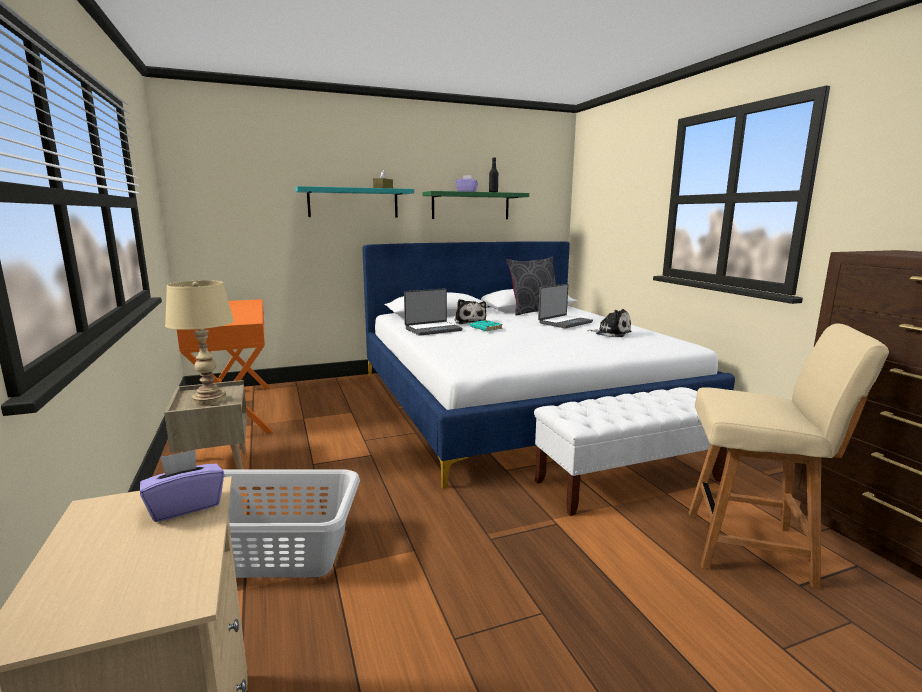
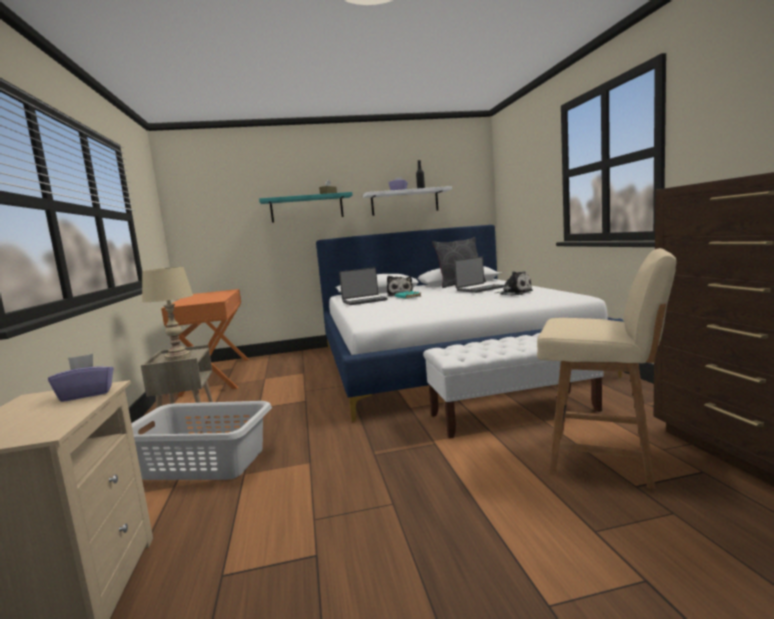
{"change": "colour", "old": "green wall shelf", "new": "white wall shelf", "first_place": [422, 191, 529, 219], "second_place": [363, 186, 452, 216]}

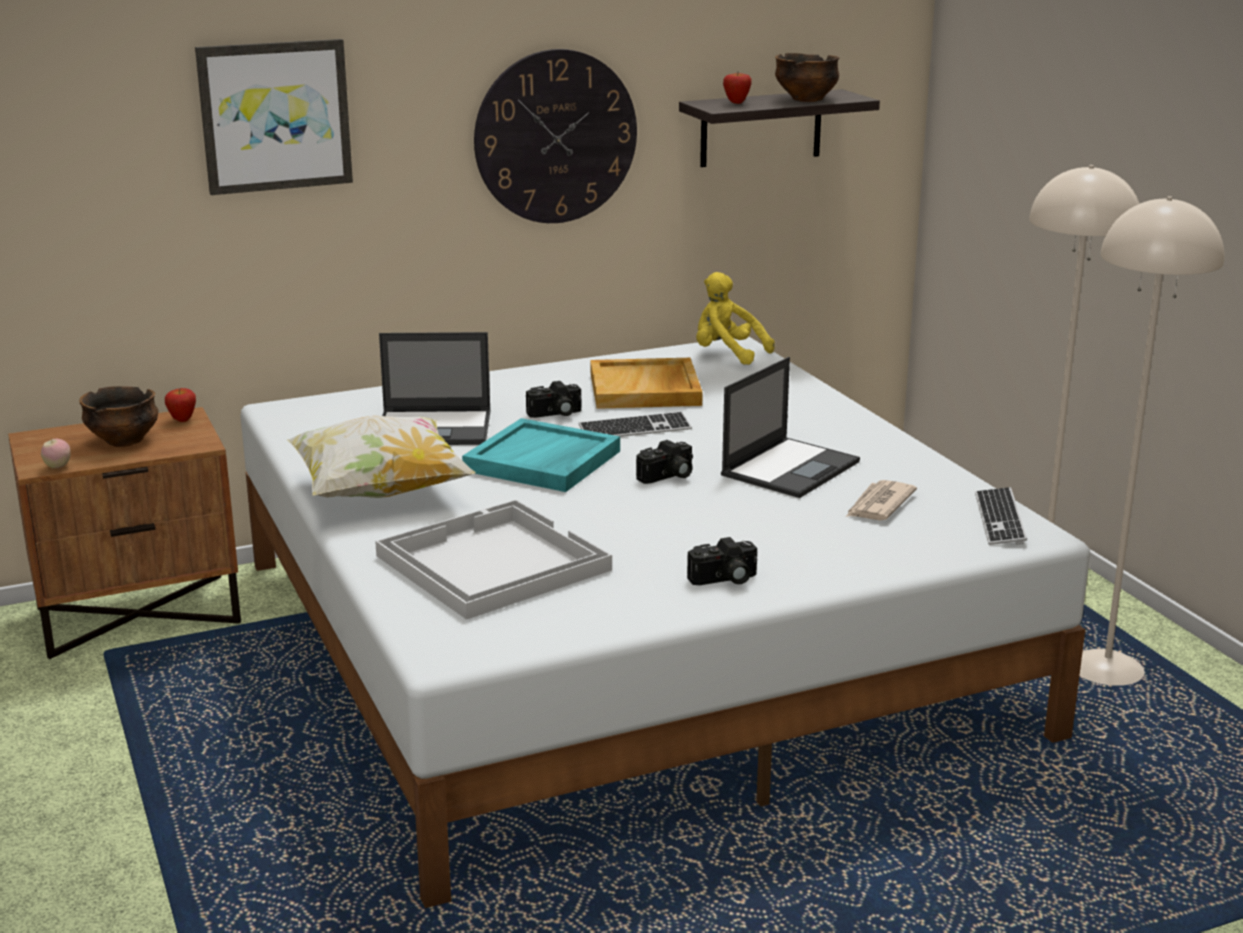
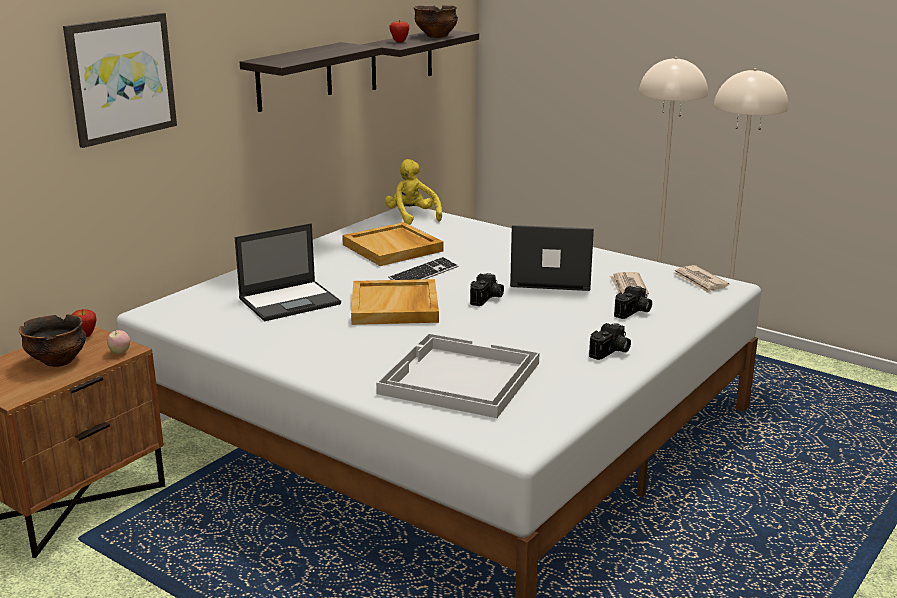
{"change": "missing", "old": "throw pillow", "first_place": [287, 416, 476, 498]}
{"change": "relocated", "old": "apple fruit", "first_place": [41, 438, 71, 469], "second_place": [107, 330, 130, 354]}
{"change": "relocated", "old": "still camera", "first_place": [526, 381, 582, 418], "second_place": [614, 286, 652, 319]}
{"change": "exchanged", "old": "hanging clock", "new": "wall shelf", "first_place": [474, 49, 637, 223], "second_place": [240, 42, 382, 112]}
{"change": "exchanged", "old": "PC keyboard", "new": "printed paper", "first_place": [975, 487, 1027, 545], "second_place": [673, 265, 729, 293]}
{"change": "colour", "old": "turquoise carrying tray", "new": "sand-coloured carrying tray", "first_place": [462, 418, 620, 492], "second_place": [351, 279, 439, 325]}
{"change": "spun", "old": "yellow-coloured soft toy", "first_place": [696, 272, 775, 365], "second_place": [385, 159, 442, 225], "degrees": 60}
{"change": "spun", "old": "portable computer", "first_place": [721, 357, 860, 498], "second_place": [510, 225, 594, 291], "degrees": -90}

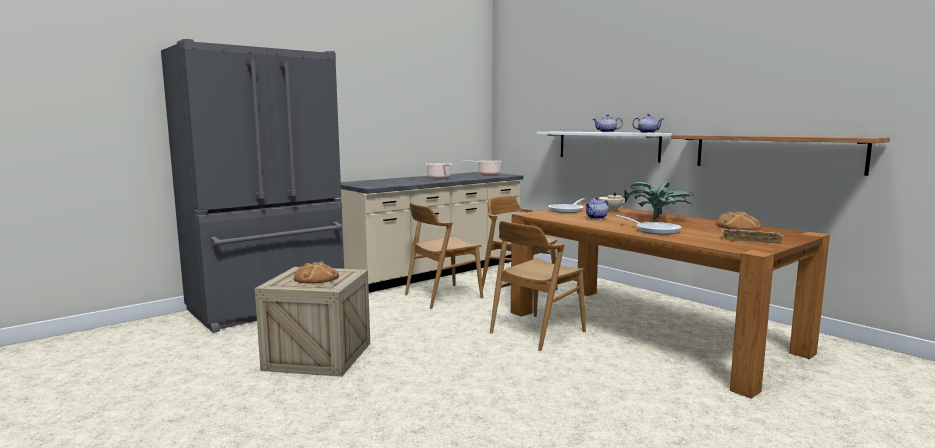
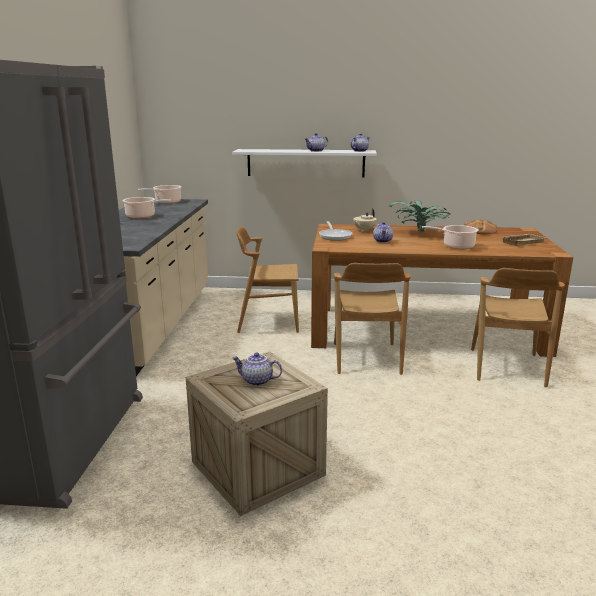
{"change": "missing", "old": "wall shelf", "first_place": [671, 134, 890, 176]}
{"change": "relocated", "old": "brownish chair", "first_place": [405, 203, 483, 309], "second_place": [471, 268, 565, 387]}
{"change": "exchanged", "old": "bread", "new": "teapot", "first_place": [294, 261, 339, 283], "second_place": [232, 353, 282, 386]}
{"change": "exchanged", "old": "pan", "new": "cooking pot", "first_place": [616, 215, 681, 235], "second_place": [422, 225, 478, 249]}

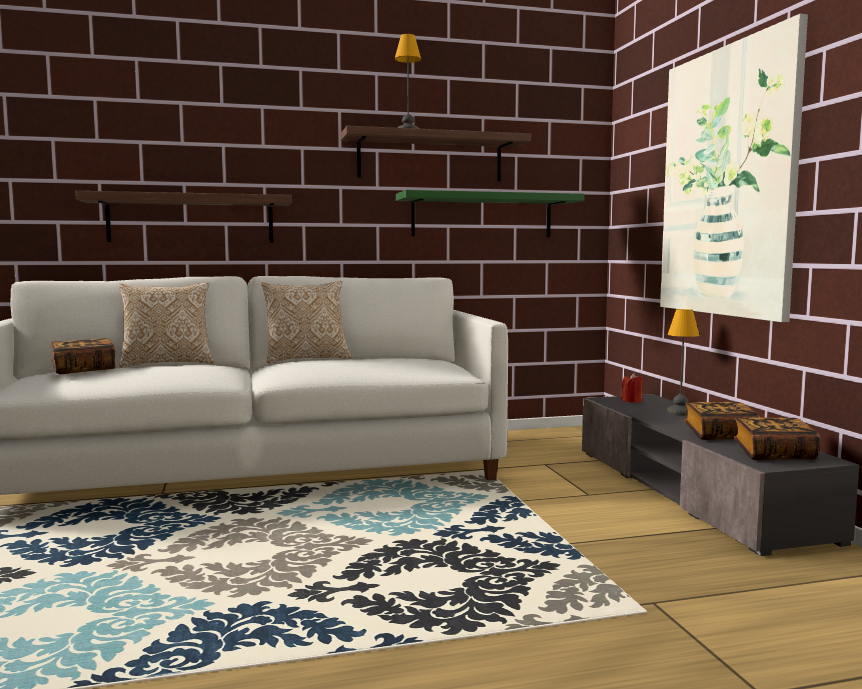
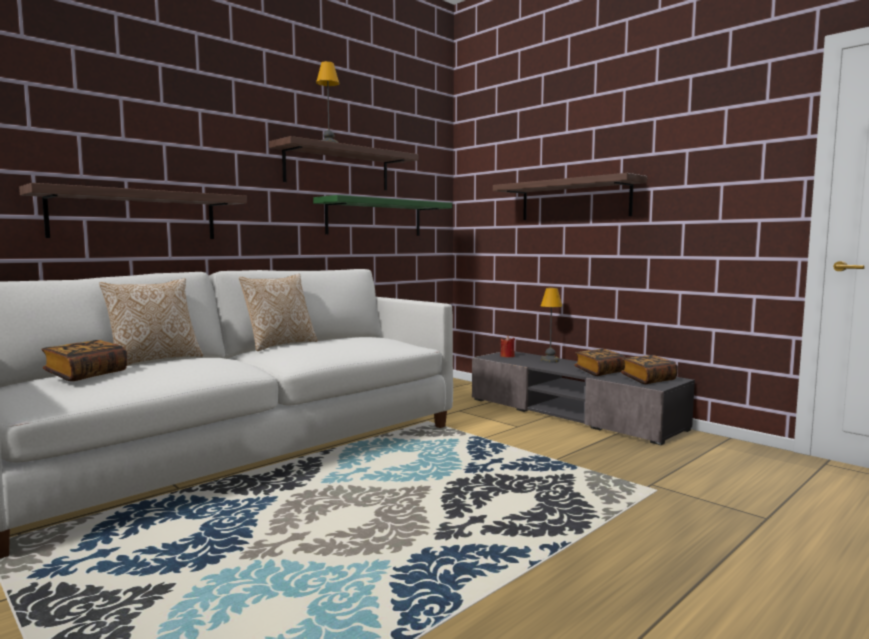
{"change": "exchanged", "old": "wall picture", "new": "wall shelf", "first_place": [660, 14, 808, 322], "second_place": [493, 173, 647, 220]}

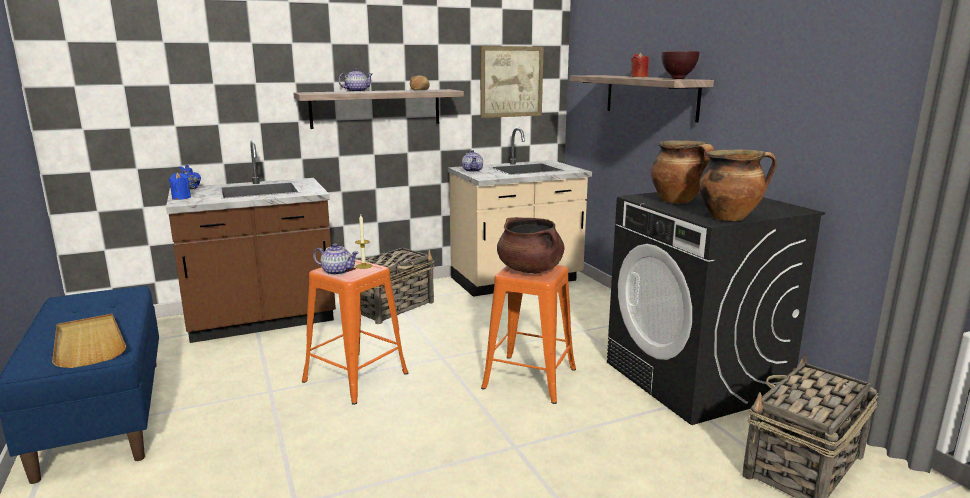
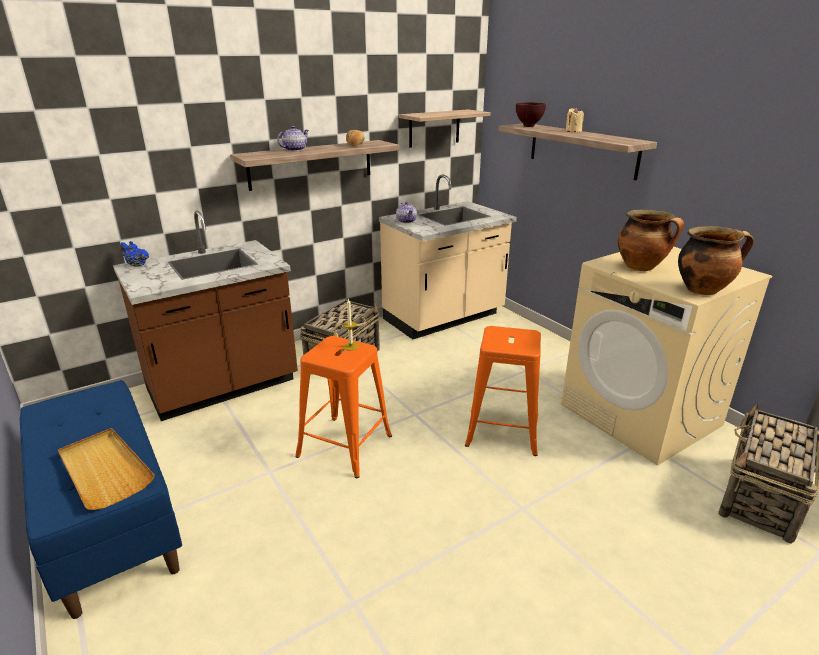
{"change": "missing", "old": "blue-coloured wax candle", "first_place": [168, 173, 191, 200]}
{"change": "missing", "old": "teapot", "first_place": [313, 243, 359, 275]}
{"change": "missing", "old": "brownish cooking pot", "first_place": [497, 217, 564, 274]}
{"change": "relocated", "old": "brownish bowl", "first_place": [662, 51, 699, 79], "second_place": [516, 102, 546, 127]}
{"change": "exchanged", "old": "wall picture", "new": "wall shelf", "first_place": [480, 46, 544, 118], "second_place": [399, 109, 491, 148]}
{"change": "colour", "old": "black washing machine", "new": "sand-coloured washing machine", "first_place": [607, 191, 825, 425], "second_place": [561, 247, 772, 466]}
{"change": "colour", "old": "reddish wax candle", "new": "sand-coloured wax candle", "first_place": [631, 52, 649, 77], "second_place": [566, 107, 584, 132]}

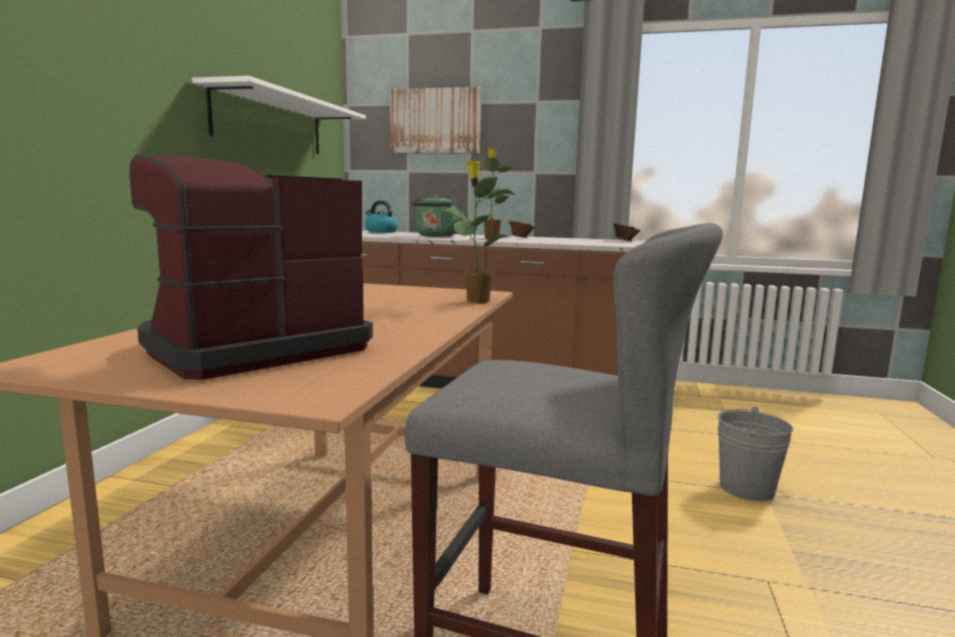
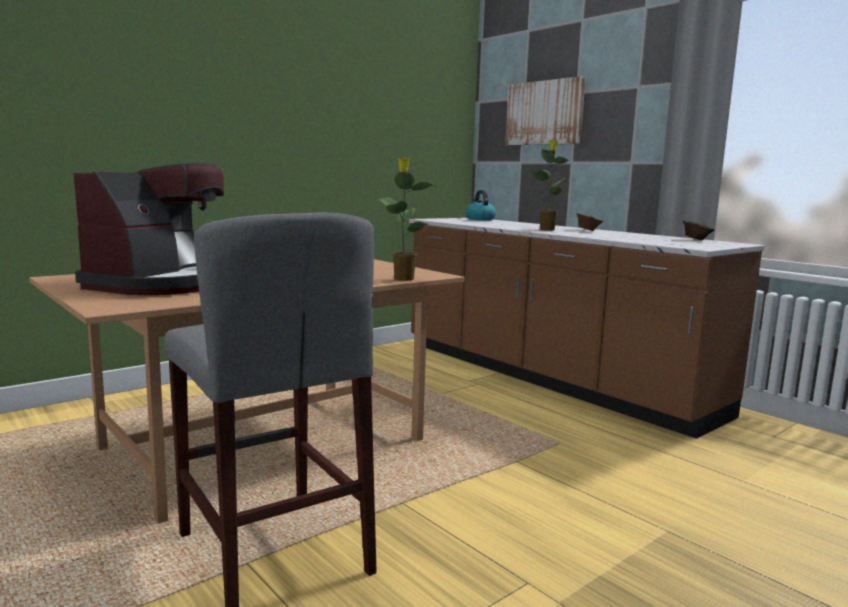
{"change": "missing", "old": "white wall shelf", "first_place": [192, 76, 366, 154]}
{"change": "missing", "old": "green water kettle", "first_place": [411, 195, 466, 237]}
{"change": "missing", "old": "greyish water bucket", "first_place": [717, 406, 793, 501]}
{"change": "spun", "old": "coffee brewer", "first_place": [129, 154, 373, 380], "second_place": [73, 163, 224, 295], "degrees": 120}

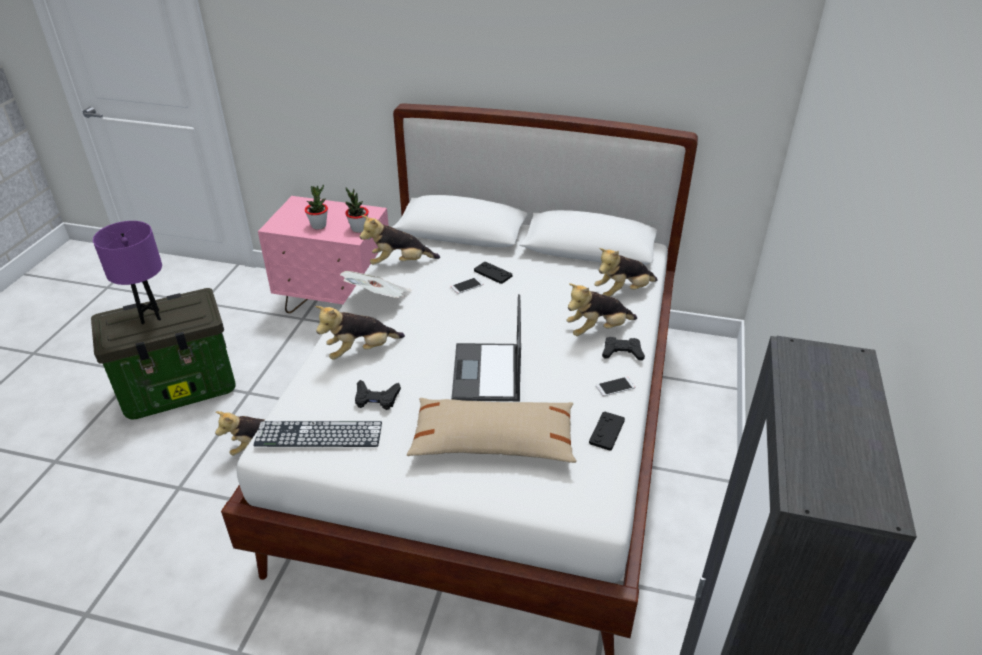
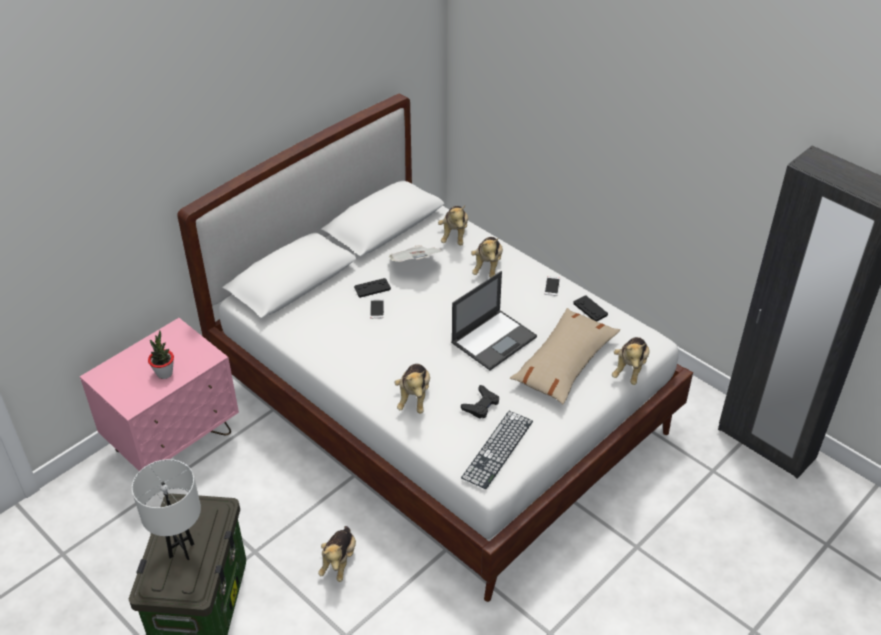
{"change": "missing", "old": "potted plant", "first_place": [345, 188, 369, 233]}
{"change": "missing", "old": "black joypad", "first_place": [602, 337, 645, 361]}
{"change": "relocated", "old": "printed paper", "first_place": [340, 271, 412, 298], "second_place": [389, 245, 442, 262]}
{"change": "relocated", "old": "soft toy", "first_place": [360, 215, 440, 265], "second_place": [612, 337, 649, 385]}
{"change": "colour", "old": "purple table lamp", "new": "white table lamp", "first_place": [93, 221, 162, 324], "second_place": [132, 459, 201, 560]}
{"change": "spun", "old": "portable computer", "first_place": [452, 294, 521, 401], "second_place": [451, 271, 537, 370], "degrees": -75}

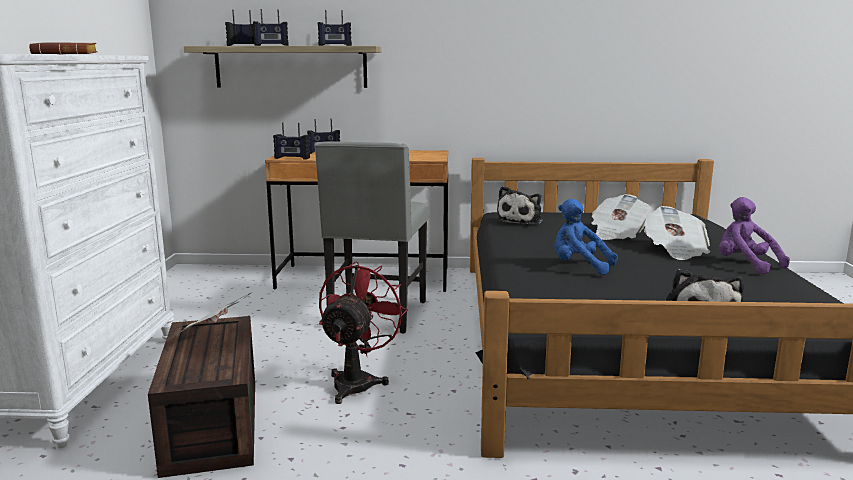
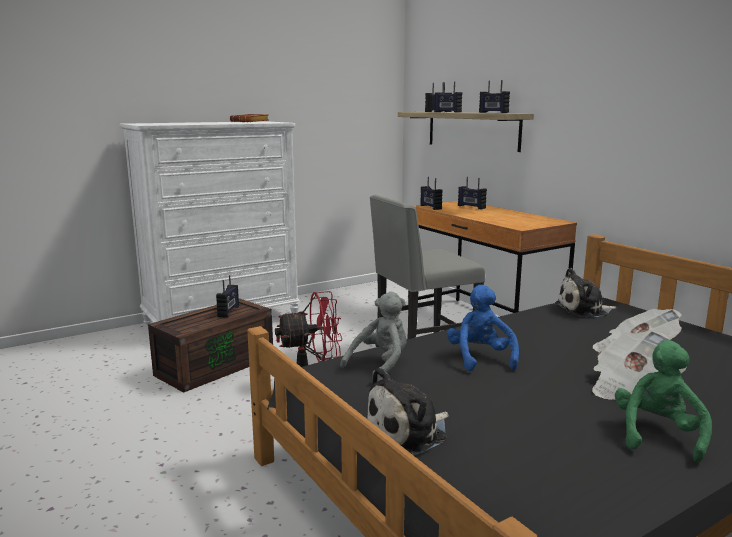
{"change": "appeared", "new": "greyish soft toy", "second_place": [340, 292, 407, 376]}
{"change": "exchanged", "old": "printed paper", "new": "radio set", "first_place": [167, 293, 251, 340], "second_place": [216, 275, 239, 318]}
{"change": "colour", "old": "purple soft toy", "new": "green soft toy", "first_place": [719, 197, 790, 274], "second_place": [615, 340, 712, 463]}

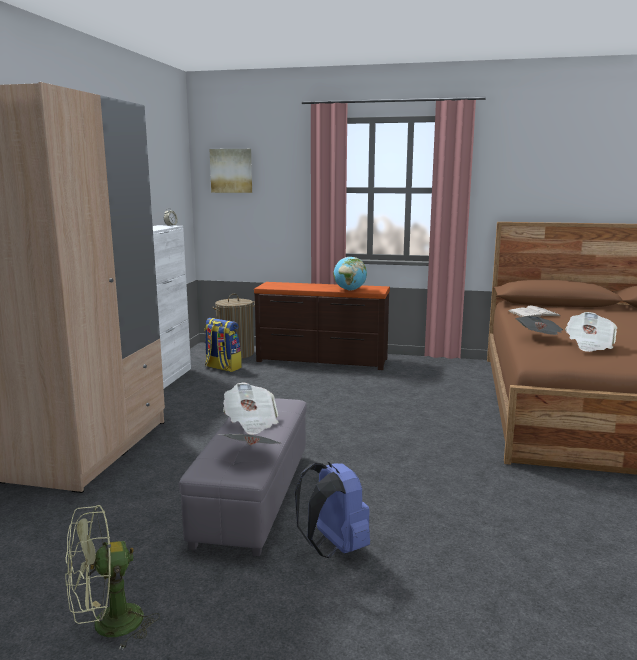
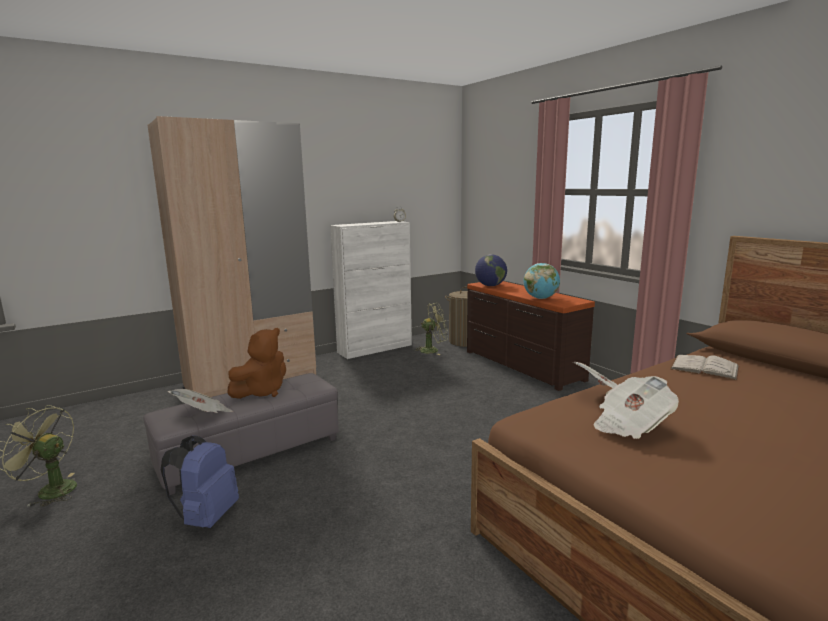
{"change": "missing", "old": "wall picture", "first_place": [210, 149, 252, 193]}
{"change": "appeared", "new": "desk globe", "second_place": [475, 254, 507, 286]}
{"change": "exchanged", "old": "rucksack", "new": "green fan", "first_place": [204, 318, 242, 372], "second_place": [414, 303, 448, 355]}
{"change": "exchanged", "old": "printed paper", "new": "brownish soft toy", "first_place": [223, 383, 279, 435], "second_place": [227, 328, 286, 399]}

